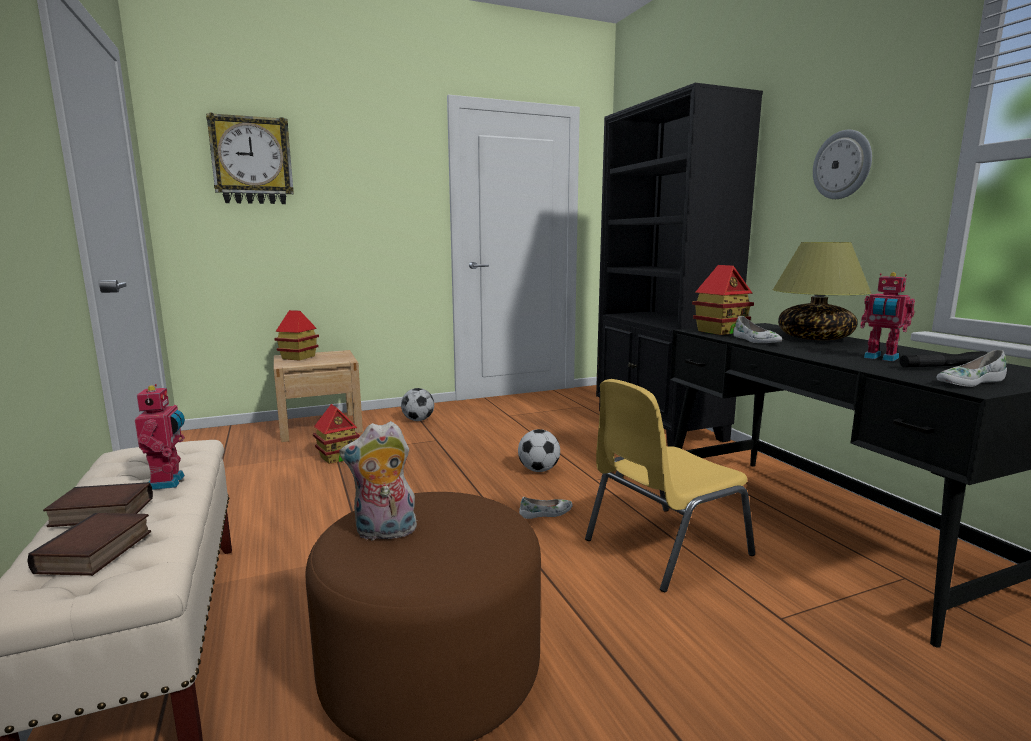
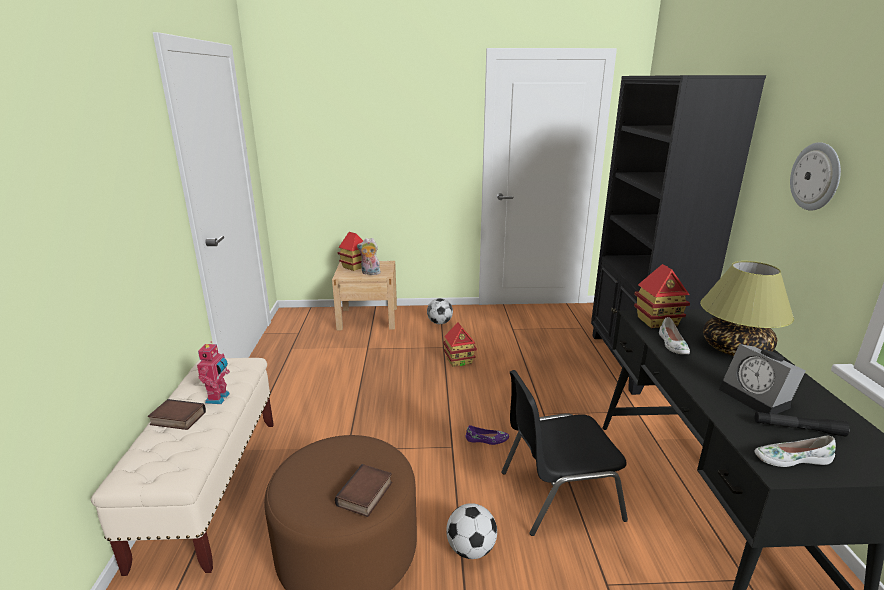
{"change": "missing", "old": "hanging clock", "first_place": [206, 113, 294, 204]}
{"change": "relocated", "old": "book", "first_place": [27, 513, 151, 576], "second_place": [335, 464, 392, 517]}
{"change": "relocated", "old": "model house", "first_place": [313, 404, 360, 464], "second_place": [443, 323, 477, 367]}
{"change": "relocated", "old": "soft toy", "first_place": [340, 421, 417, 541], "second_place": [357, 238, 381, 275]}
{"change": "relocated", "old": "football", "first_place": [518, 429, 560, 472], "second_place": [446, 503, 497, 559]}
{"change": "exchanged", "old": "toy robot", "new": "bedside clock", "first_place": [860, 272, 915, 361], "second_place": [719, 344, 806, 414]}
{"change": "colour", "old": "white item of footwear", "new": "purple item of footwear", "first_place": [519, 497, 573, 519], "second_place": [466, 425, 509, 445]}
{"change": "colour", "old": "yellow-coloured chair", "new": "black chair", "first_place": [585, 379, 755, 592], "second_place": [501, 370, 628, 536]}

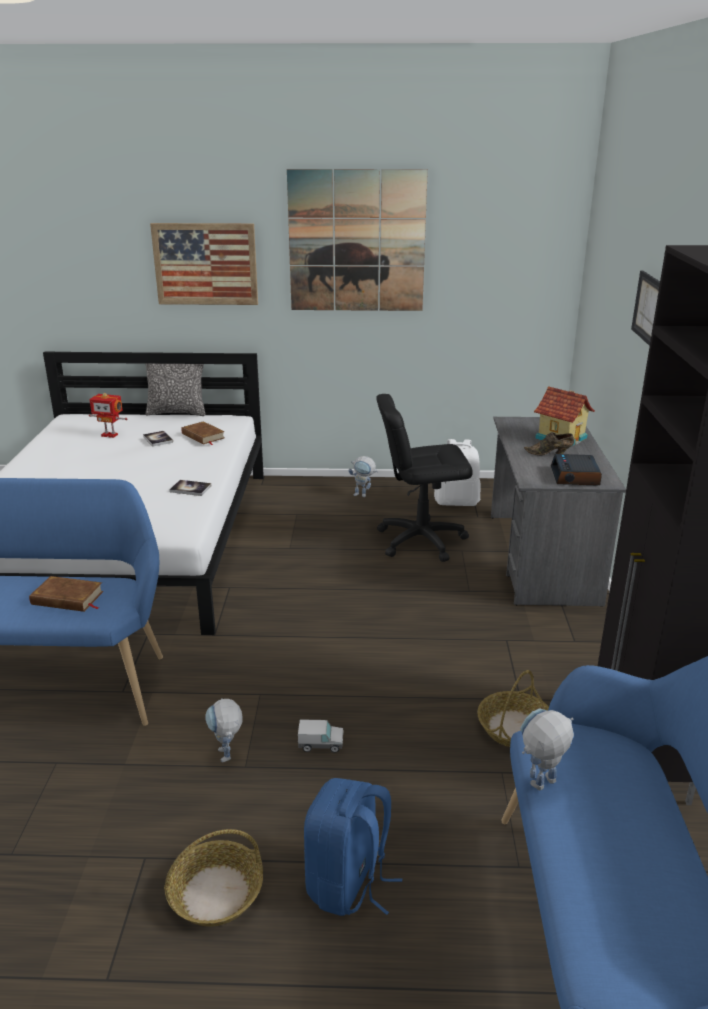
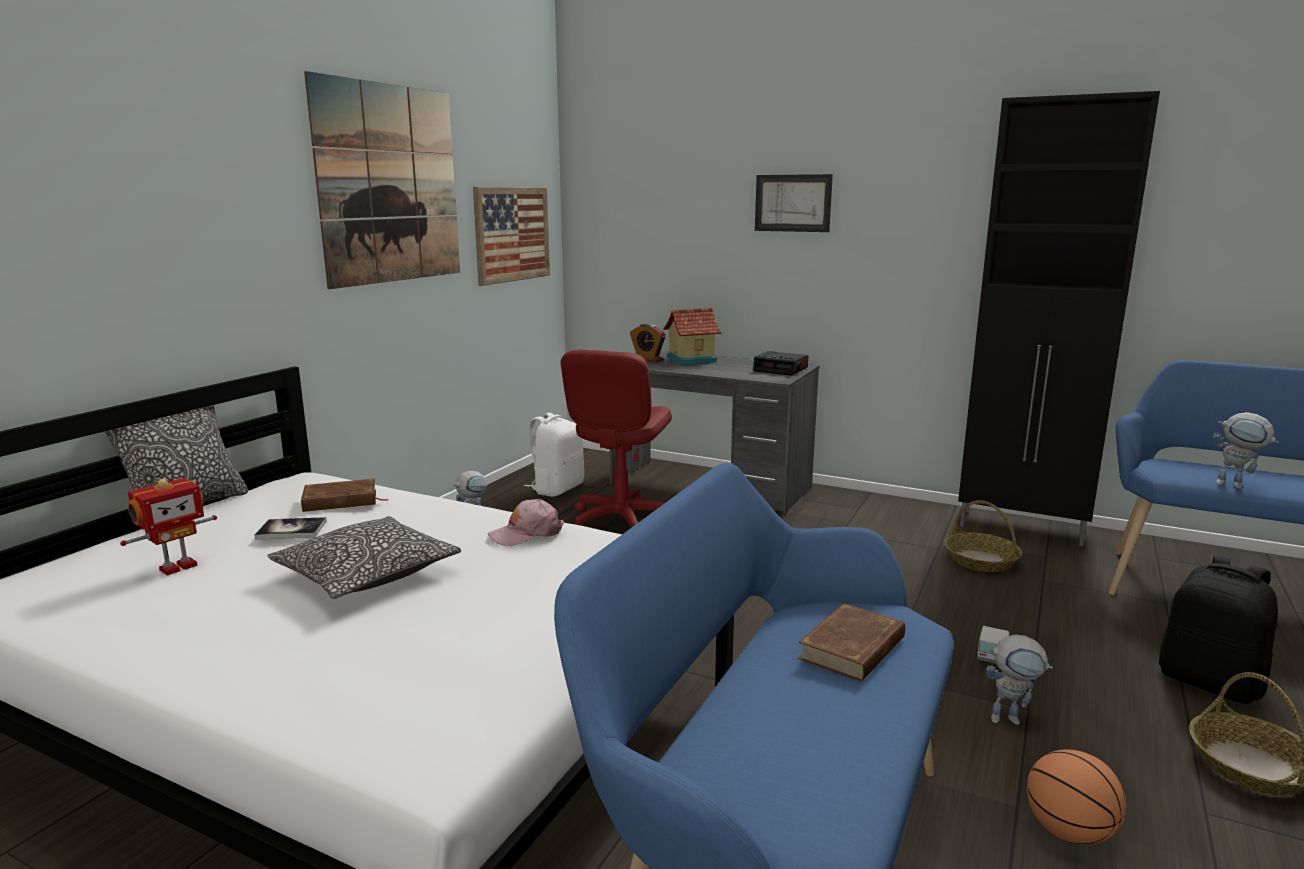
{"change": "missing", "old": "brownish item of footwear", "first_place": [524, 432, 574, 455]}
{"change": "appeared", "new": "throw pillow", "second_place": [267, 516, 461, 599]}
{"change": "appeared", "new": "bedside clock", "second_place": [630, 323, 666, 363]}
{"change": "appeared", "new": "ball for basketball", "second_place": [1027, 749, 1126, 845]}
{"change": "relocated", "old": "wall picture", "first_place": [150, 223, 258, 305], "second_place": [473, 187, 550, 286]}
{"change": "exchanged", "old": "book", "new": "pink baseball cap", "first_place": [169, 480, 211, 496], "second_place": [488, 499, 564, 546]}
{"change": "colour", "old": "blue-coloured rucksack", "new": "black rucksack", "first_place": [304, 778, 402, 916], "second_place": [1159, 556, 1278, 704]}
{"change": "colour", "old": "black office chair", "new": "reddish office chair", "first_place": [376, 394, 473, 562], "second_place": [561, 350, 672, 528]}
{"change": "spun", "old": "toy robot", "first_place": [520, 708, 574, 790], "second_place": [1213, 412, 1279, 489], "degrees": -45}

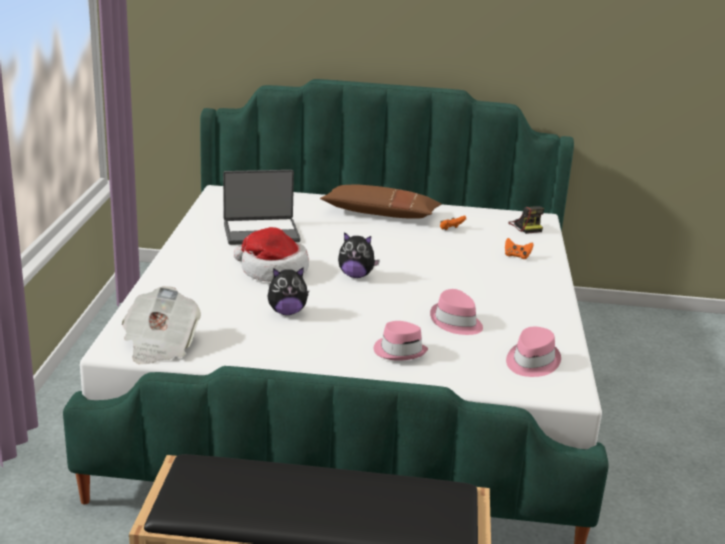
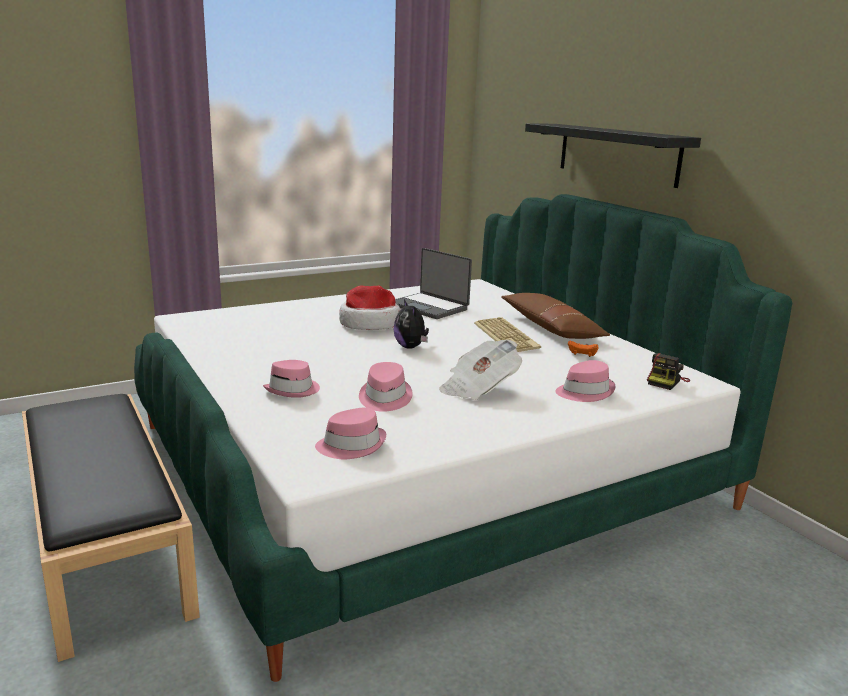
{"change": "missing", "old": "soft toy", "first_place": [267, 267, 309, 315]}
{"change": "appeared", "new": "PC keyboard", "second_place": [474, 317, 541, 352]}
{"change": "appeared", "new": "black wall shelf", "second_place": [525, 123, 701, 188]}
{"change": "relocated", "old": "printed paper", "first_place": [122, 286, 201, 364], "second_place": [439, 340, 522, 400]}
{"change": "exchanged", "old": "orange joypad", "new": "pink hat", "first_place": [505, 238, 533, 259], "second_place": [555, 360, 616, 402]}

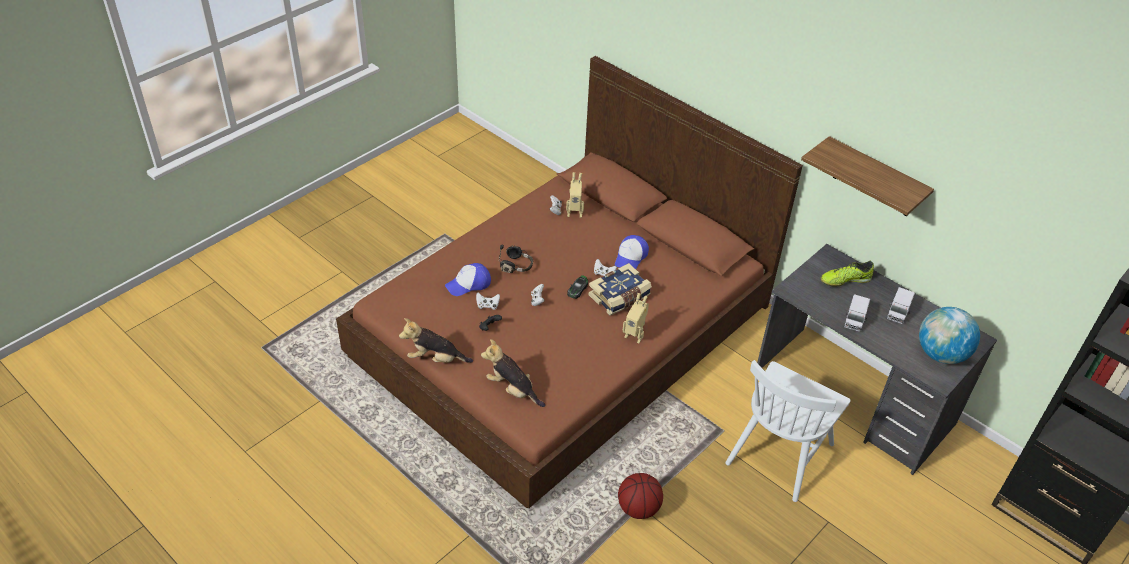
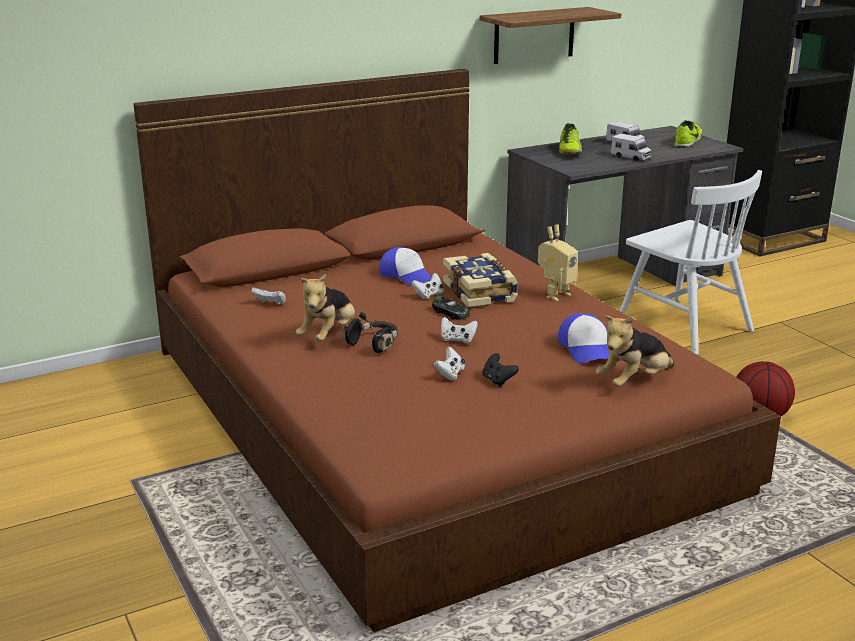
{"change": "missing", "old": "toy robot", "first_place": [566, 172, 584, 218]}
{"change": "relocated", "old": "soft toy", "first_place": [399, 318, 473, 363], "second_place": [296, 274, 355, 341]}
{"change": "relocated", "old": "baseball cap", "first_place": [445, 263, 491, 296], "second_place": [558, 313, 609, 363]}
{"change": "exchanged", "old": "desk globe", "new": "item of footwear", "first_place": [919, 307, 980, 364], "second_place": [674, 120, 702, 148]}

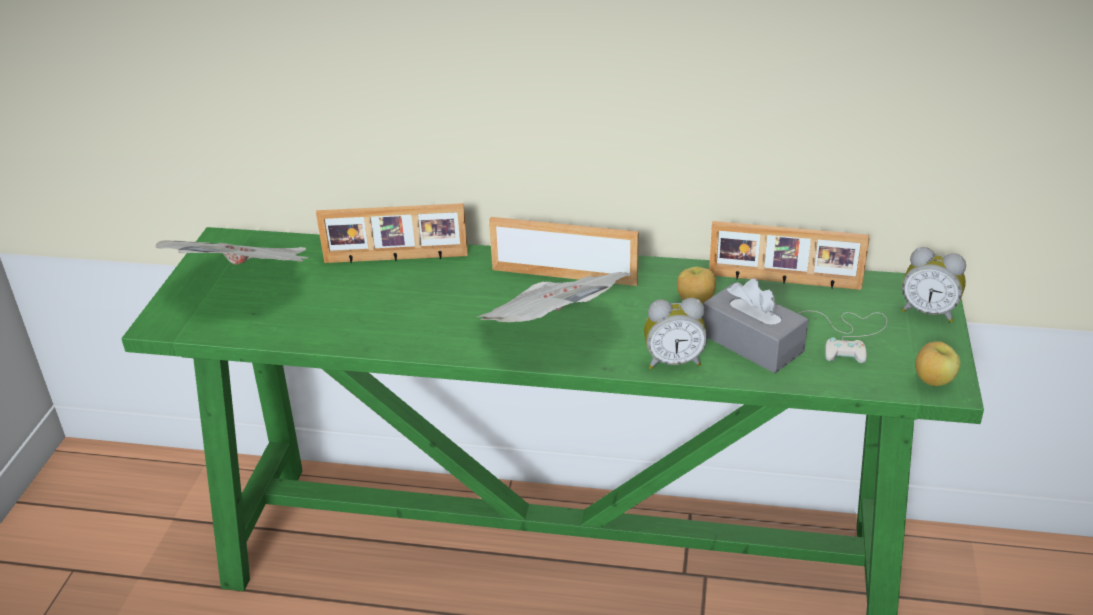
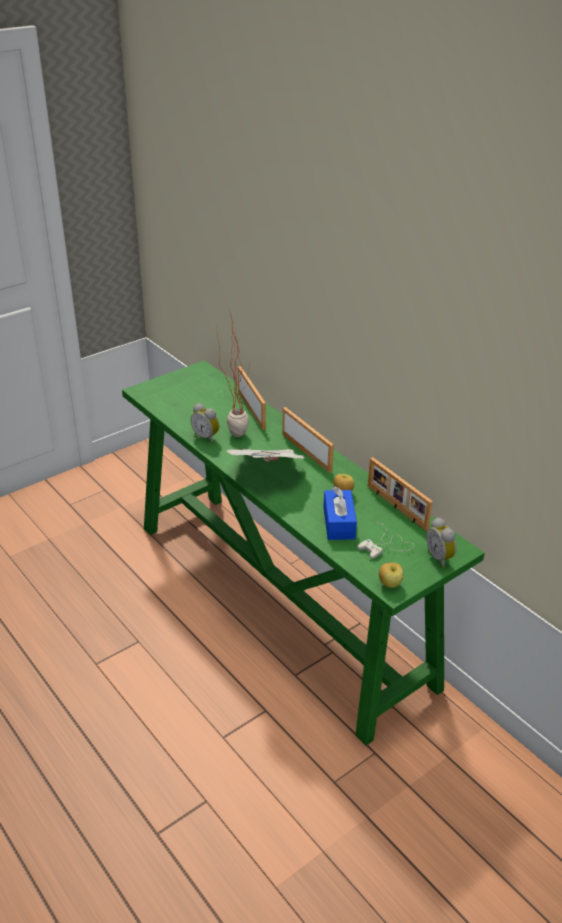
{"change": "missing", "old": "printed paper", "first_place": [155, 241, 308, 265]}
{"change": "appeared", "new": "potted plant", "second_place": [216, 312, 249, 437]}
{"change": "relocated", "old": "bedside clock", "first_place": [644, 298, 707, 369], "second_place": [191, 403, 219, 444]}
{"change": "colour", "old": "greyish box of tissues", "new": "blue-coloured box of tissues", "first_place": [703, 279, 808, 373], "second_place": [323, 487, 357, 540]}
{"change": "spun", "old": "photo frame", "first_place": [316, 203, 468, 263], "second_place": [238, 366, 266, 430], "degrees": -150}

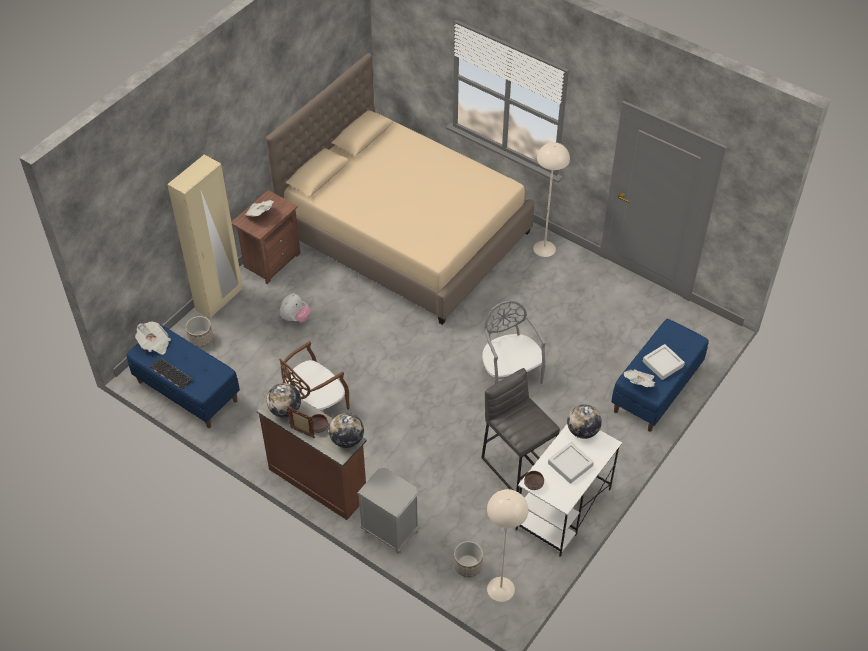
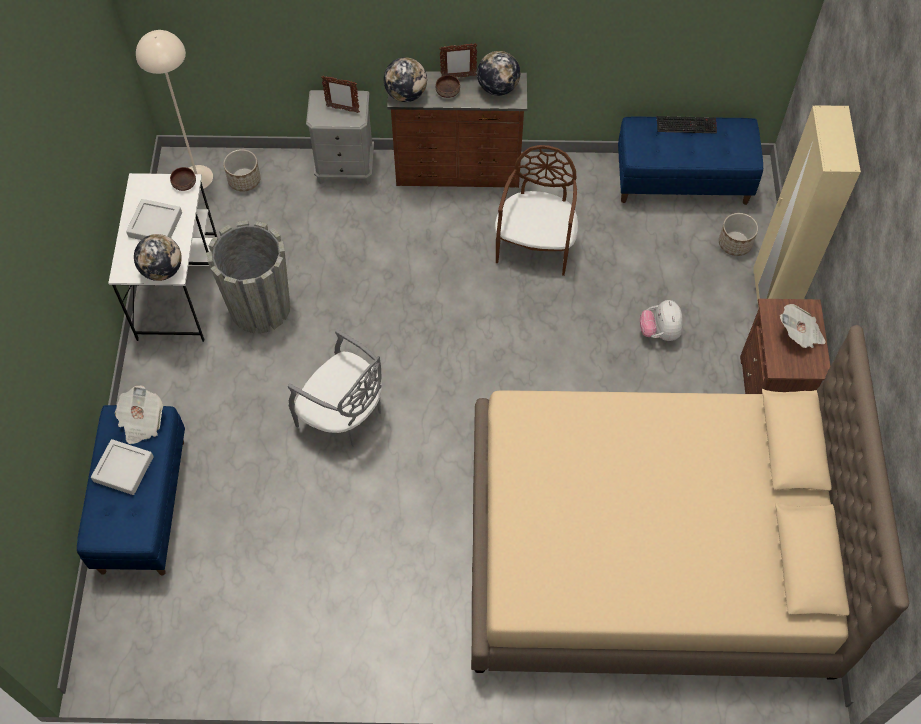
{"change": "missing", "old": "printed paper", "first_place": [135, 322, 171, 355]}
{"change": "missing", "old": "sand-coloured floor lamp", "first_place": [533, 142, 570, 257]}
{"change": "appeared", "new": "photo frame", "second_place": [321, 76, 360, 113]}
{"change": "exchanged", "old": "greyish stool seat", "new": "greyish plant pot", "first_place": [481, 368, 560, 492], "second_place": [207, 220, 290, 333]}

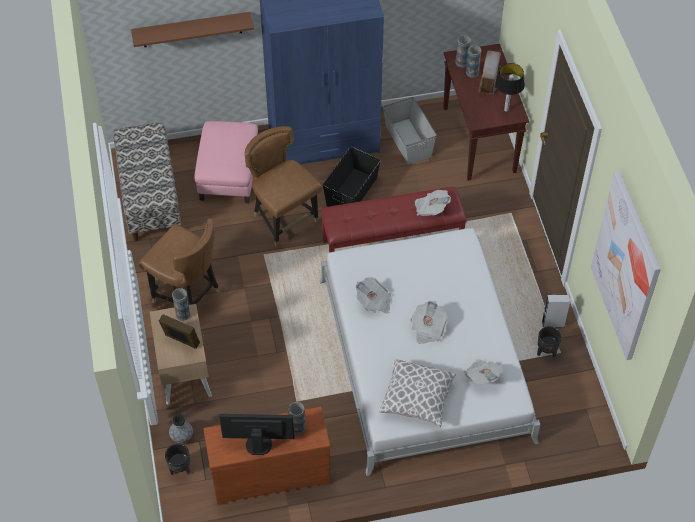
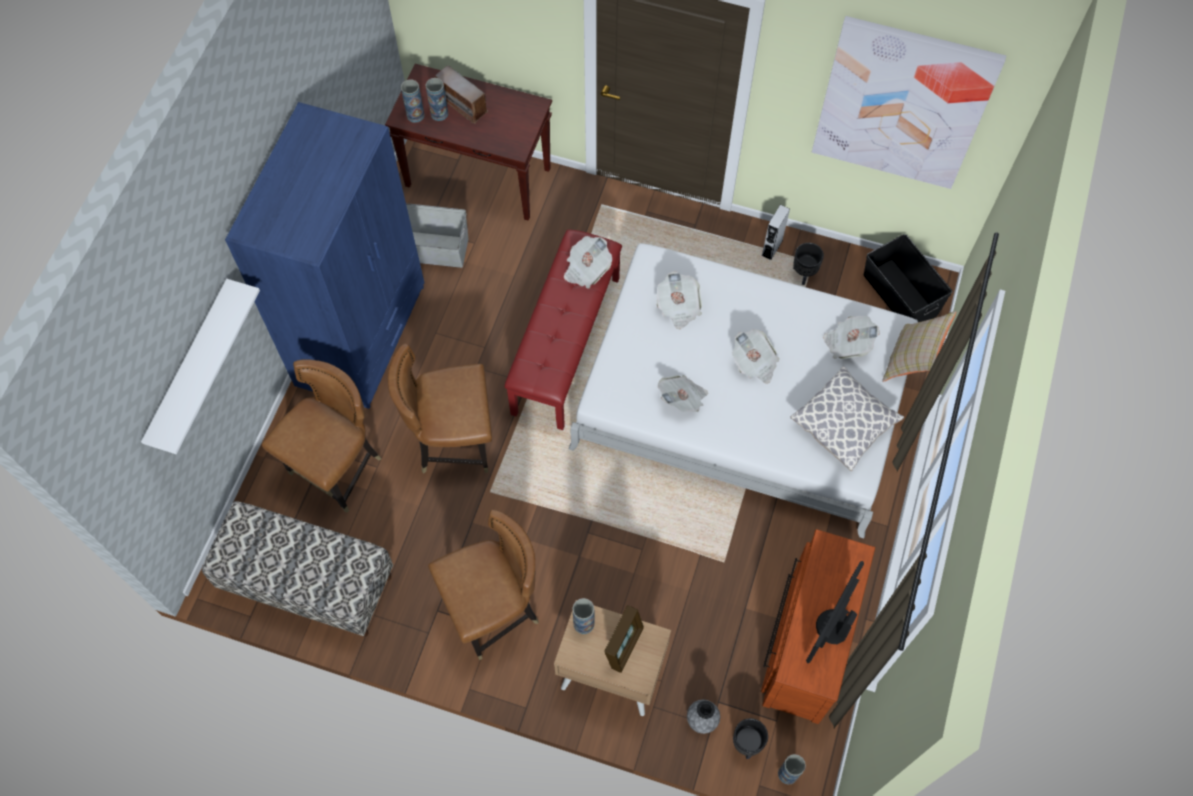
{"change": "missing", "old": "table lamp", "first_place": [495, 63, 525, 112]}
{"change": "appeared", "new": "printed paper", "second_place": [656, 271, 702, 329]}
{"change": "appeared", "new": "sand-coloured throw pillow", "second_place": [882, 311, 956, 382]}
{"change": "relocated", "old": "decorative vase", "first_place": [289, 402, 305, 435], "second_place": [778, 754, 806, 784]}
{"change": "relocated", "old": "black storage box", "first_place": [323, 147, 381, 207], "second_place": [864, 234, 953, 322]}
{"change": "exchanged", "old": "pink pouffe", "new": "brownish chair", "first_place": [194, 121, 258, 203], "second_place": [262, 359, 381, 513]}
{"change": "colour", "old": "brownish wall shelf", "new": "white wall shelf", "first_place": [131, 12, 254, 47], "second_place": [141, 279, 260, 454]}
{"change": "spun", "old": "photo frame", "first_place": [159, 314, 200, 349], "second_place": [604, 605, 644, 673], "degrees": 150}

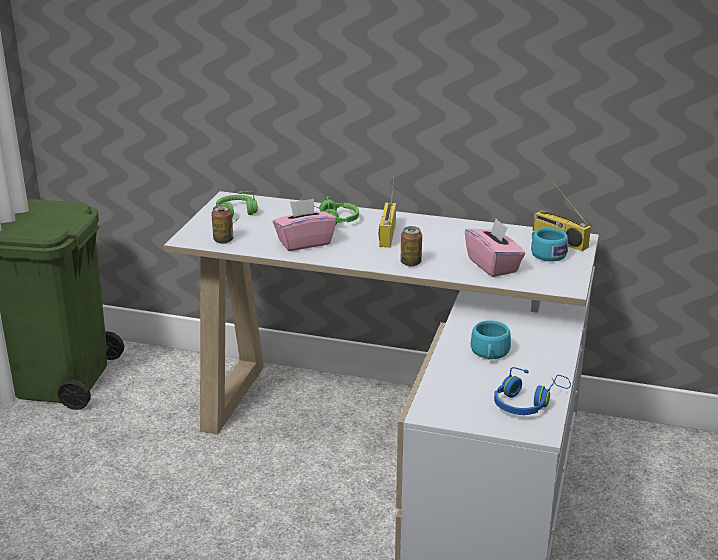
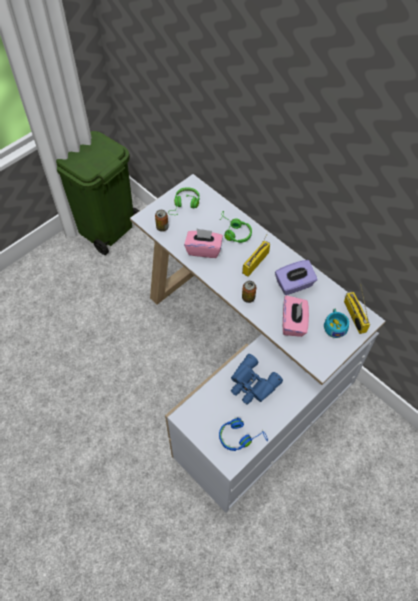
{"change": "appeared", "new": "purple box of tissues", "second_place": [275, 260, 318, 295]}
{"change": "exchanged", "old": "turquoise cup", "new": "blue-coloured pair of binoculars", "first_place": [471, 320, 511, 359], "second_place": [231, 354, 283, 405]}

